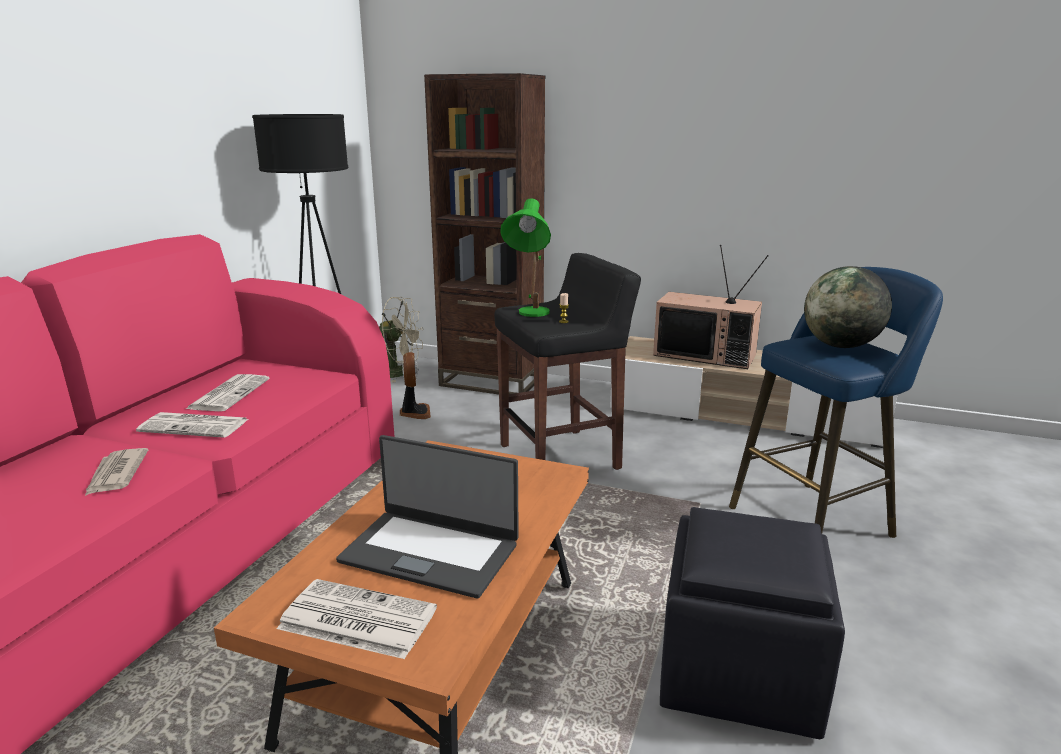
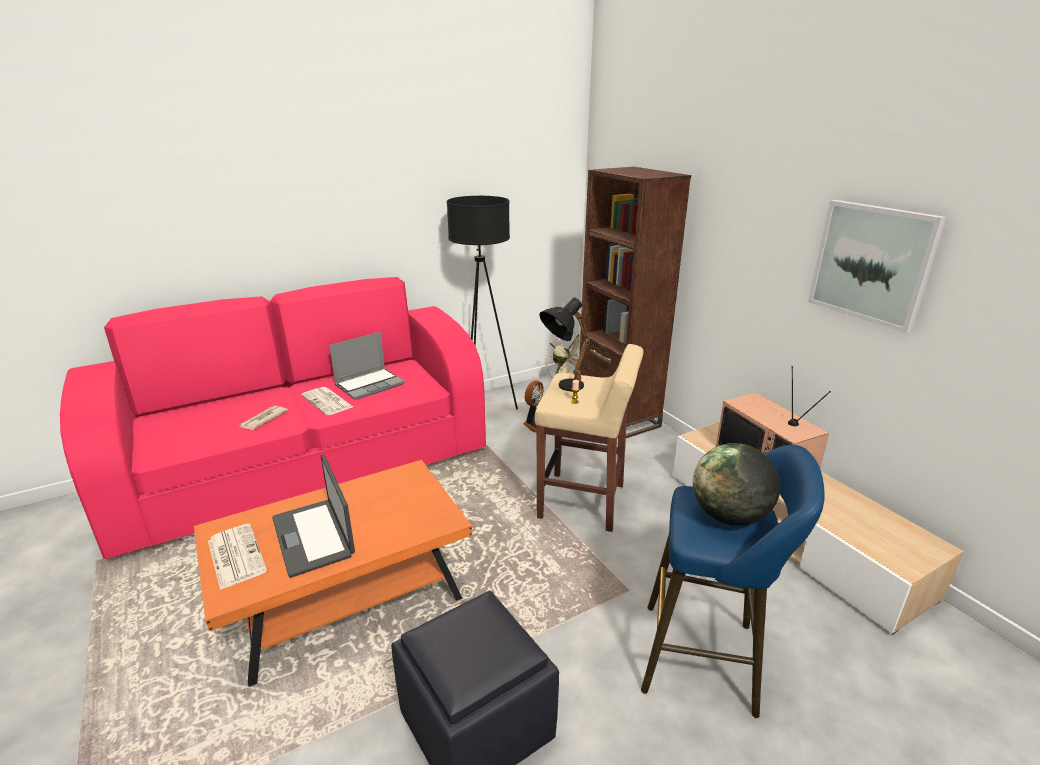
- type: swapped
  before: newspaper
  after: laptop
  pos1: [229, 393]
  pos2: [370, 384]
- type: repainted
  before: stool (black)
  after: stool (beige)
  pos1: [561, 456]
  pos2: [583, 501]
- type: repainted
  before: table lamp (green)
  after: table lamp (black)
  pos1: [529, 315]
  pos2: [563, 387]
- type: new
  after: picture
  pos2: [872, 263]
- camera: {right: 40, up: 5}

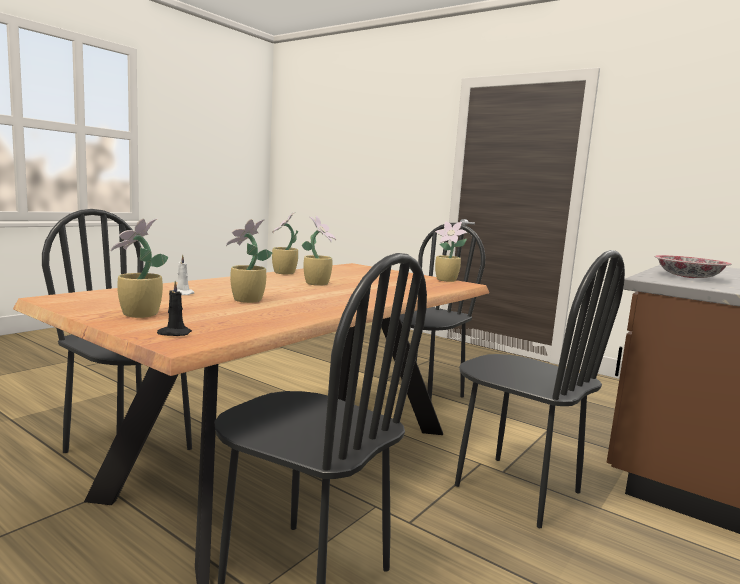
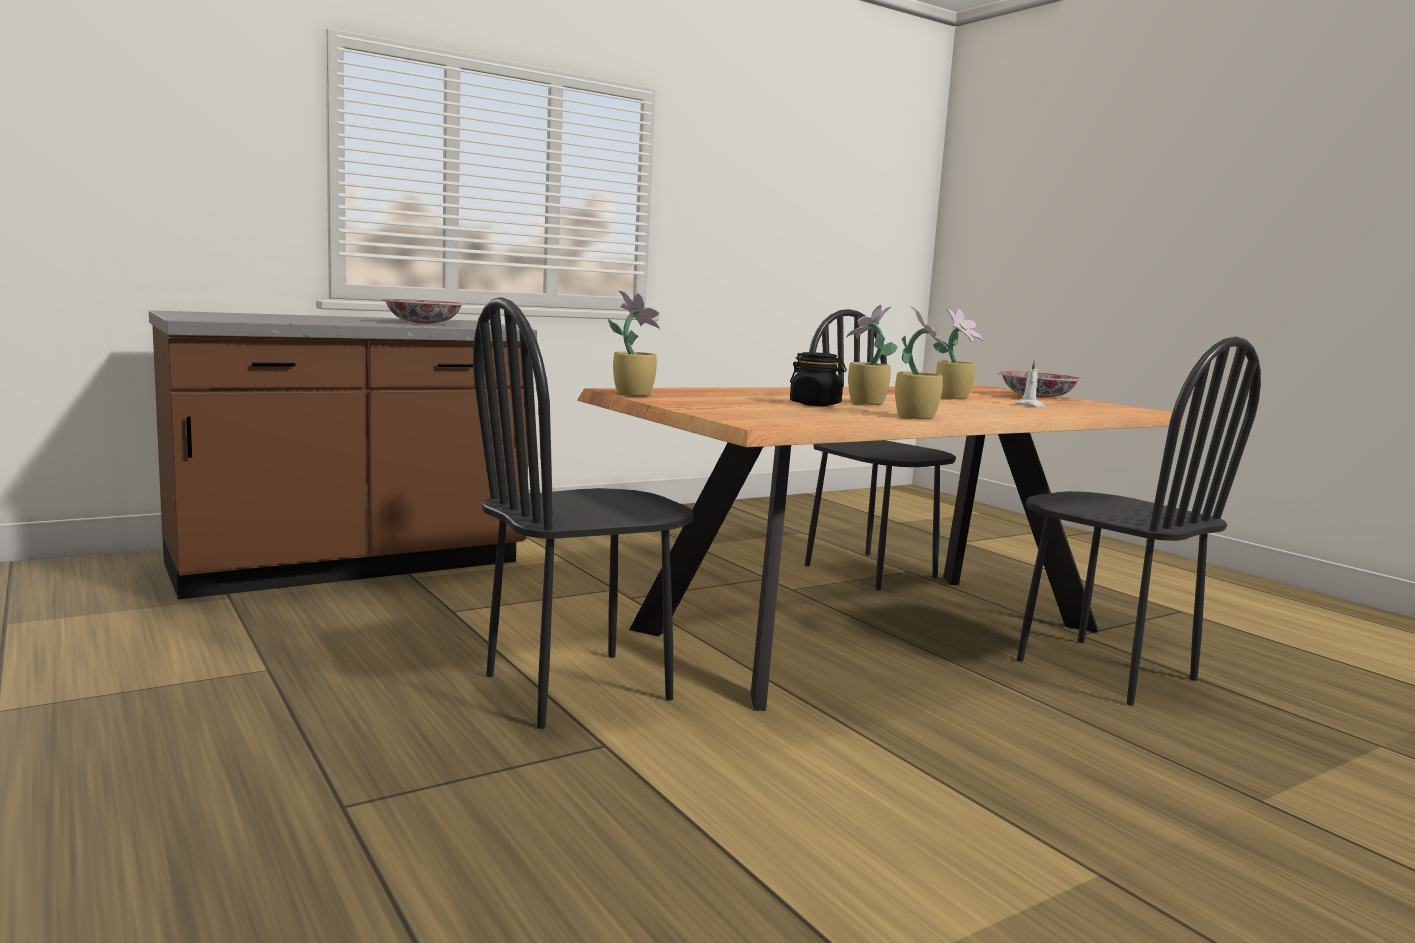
- type: swapped
  before: potted plant
  after: bowl
  pos1: [139, 315]
  pos2: [1037, 397]
- type: gone
  before: candle (black)
  pos1: [173, 333]
- type: gone
  before: chair (black)
  pos1: [517, 489]
- type: new
  after: jar (black)
  pos2: [815, 404]
- camera: {right: -160, up: 0}

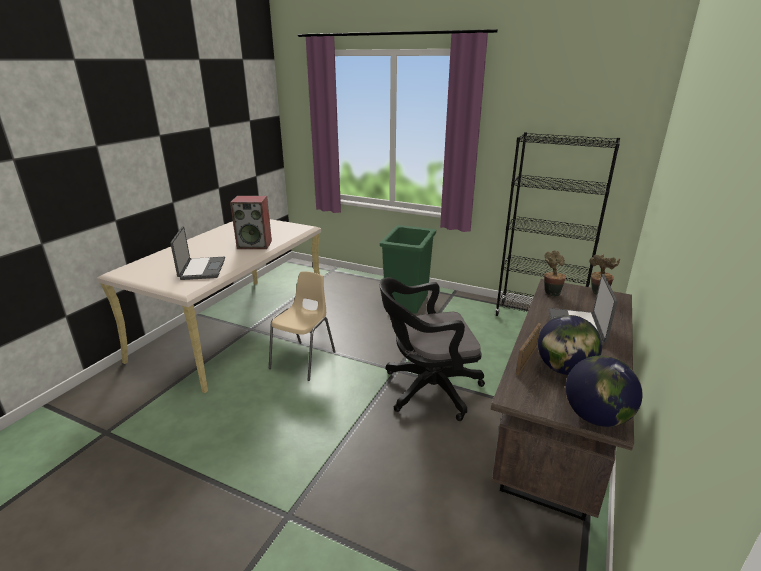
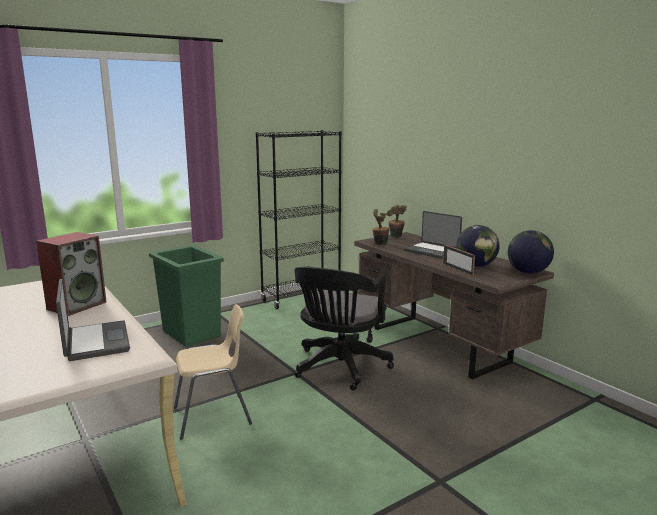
- type: rotated
  before: laptop
  pos1: [201, 269]
  pos2: [95, 342]
  turn: 45
- type: rotated
  before: chair (beige)
  pos1: [304, 360]
  pos2: [213, 416]
  turn: 105
- camera: {right: -60, up: -10}

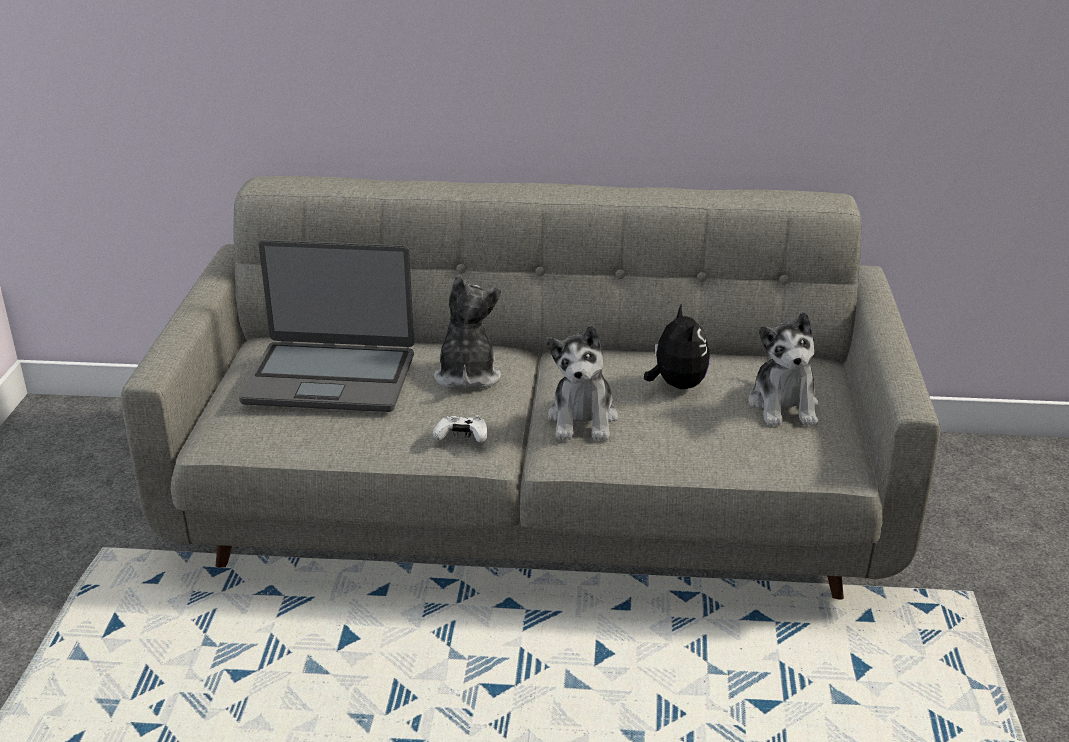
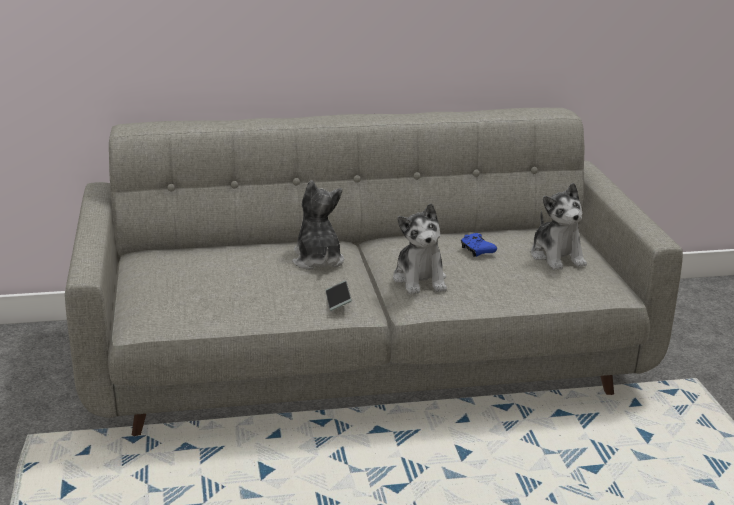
- type: gone
  before: laptop
  pos1: [330, 378]
- type: swapped
  before: game controller (white)
  after: phone
  pos1: [462, 437]
  pos2: [338, 300]
- type: swapped
  before: plush toy
  after: game controller (blue)
  pos1: [676, 385]
  pos2: [476, 251]
- camera: {right: -15, up: -5}

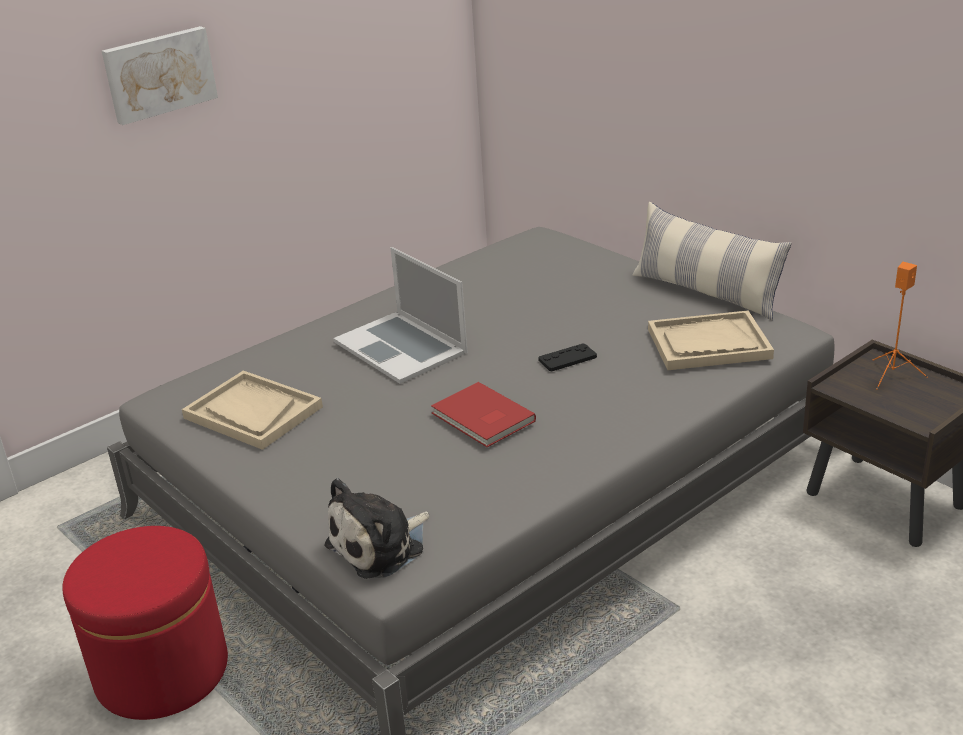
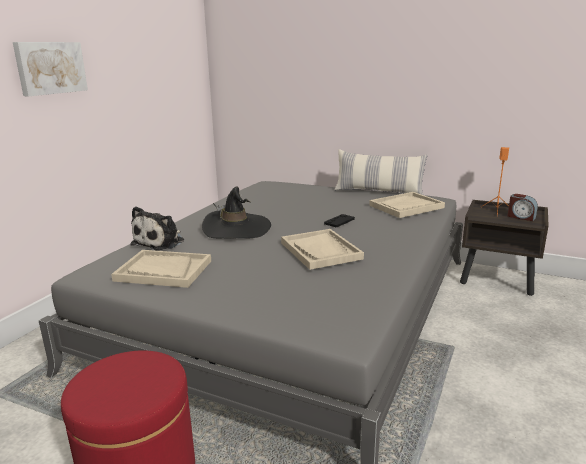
- type: shifted
  before: plush toy
  pos1: [380, 546]
  pos2: [161, 242]
- type: swapped
  before: laptop
  after: hat (black)
  pos1: [401, 347]
  pos2: [236, 228]
- type: swapped
  before: book (red)
  after: tray (beige)
  pos1: [482, 418]
  pos2: [321, 251]
- type: new
  after: alarm clock
  pos2: [521, 217]
- camera: {right: -25, up: -10}

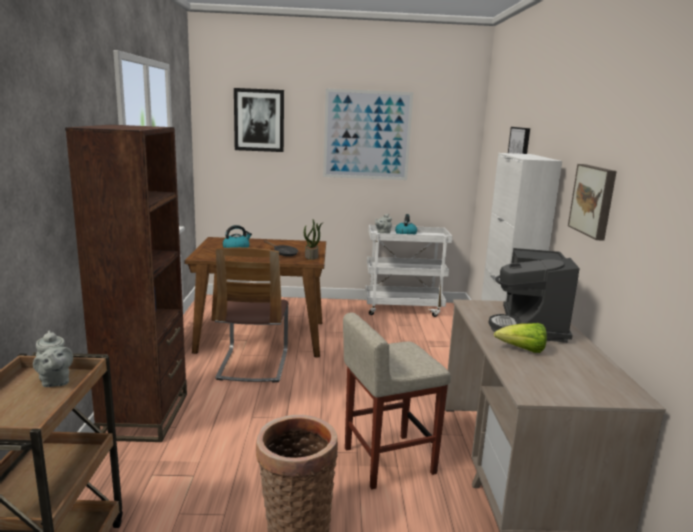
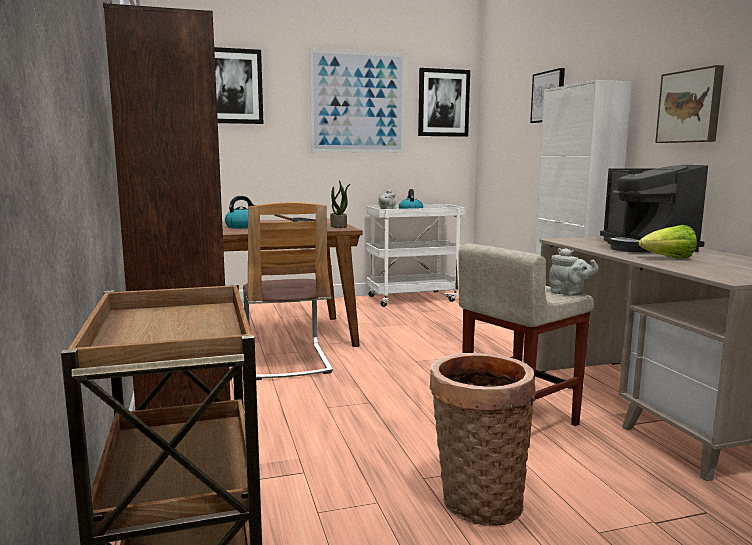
- type: shifted
  before: teapot (grey)
  pos1: [55, 382]
  pos2: [569, 294]
- type: new
  after: picture
  pos2: [443, 103]
- camera: {right: -15, up: -5}

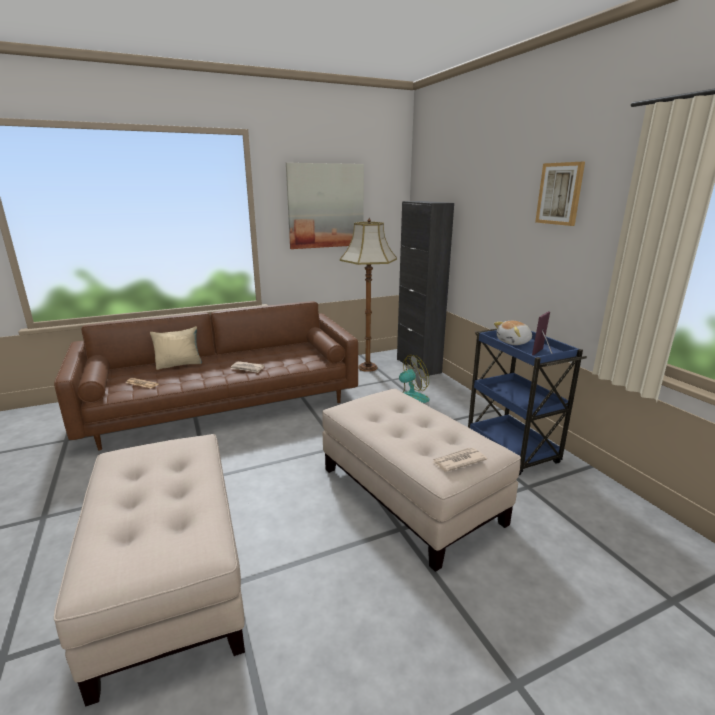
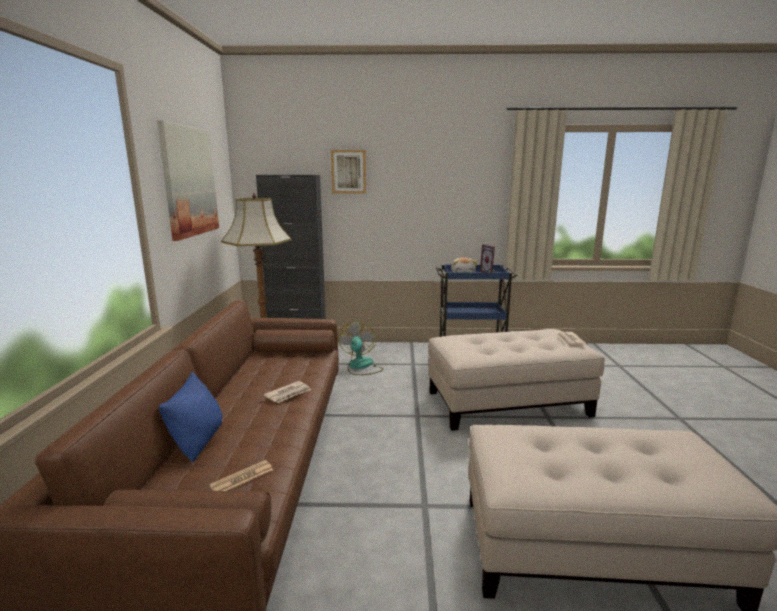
- type: repainted
  before: pillow (beige)
  after: pillow (blue)
  pos1: [179, 364]
  pos2: [197, 441]
- type: shifted
  before: picture
  pos1: [560, 194]
  pos2: [348, 171]
- camera: {right: -65, up: -5}

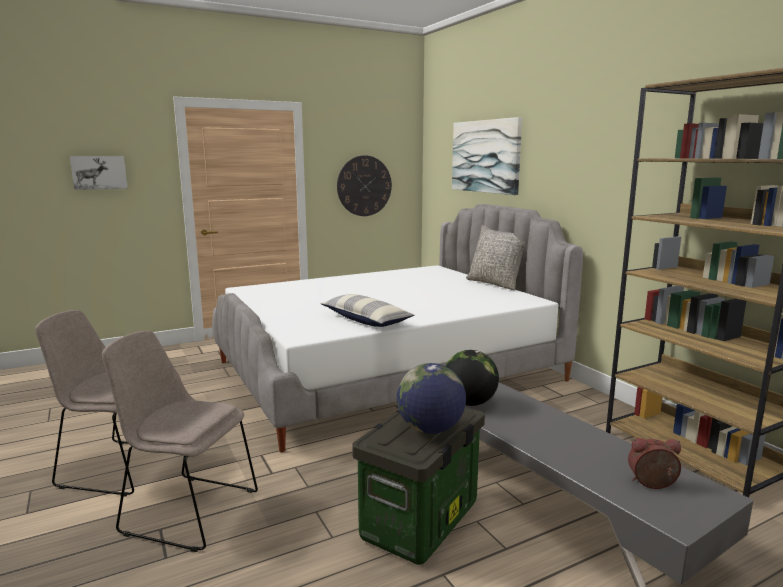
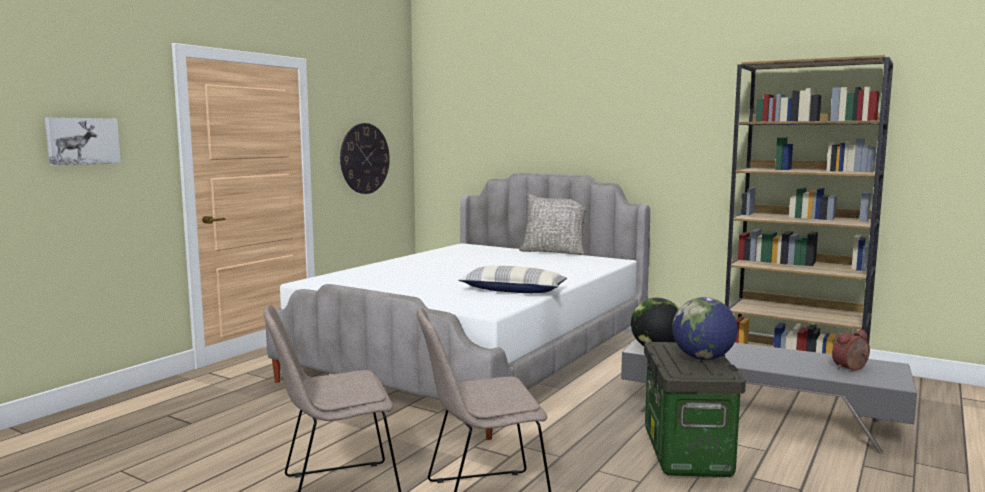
- type: gone
  before: picture
  pos1: [485, 156]
- camera: {right: -30, up: -5}

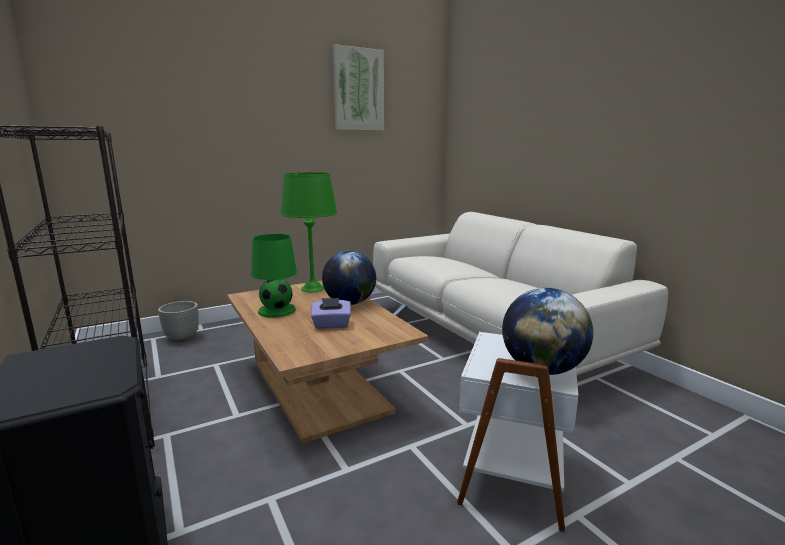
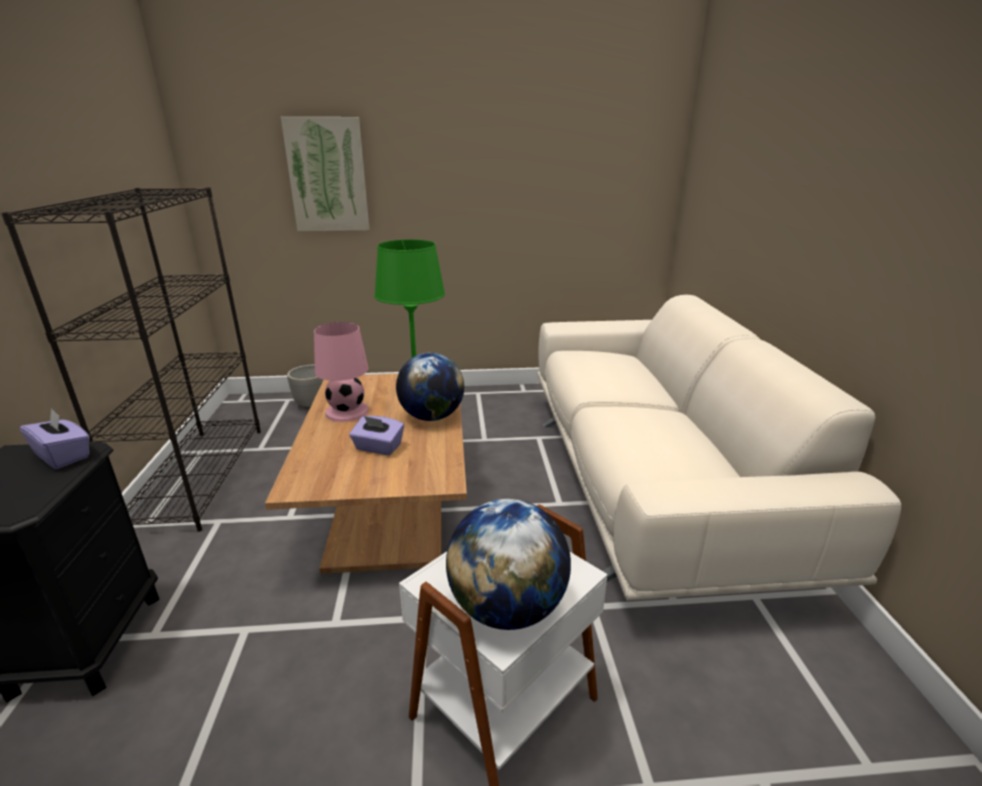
- type: repainted
  before: table lamp (green)
  after: table lamp (pink)
  pos1: [276, 310]
  pos2: [346, 411]
- type: shifted
  before: picture
  pos1: [358, 90]
  pos2: [327, 175]
- type: new
  after: tissue box (purple)
  pos2: [64, 455]
- camera: {right: 25, up: 10}

